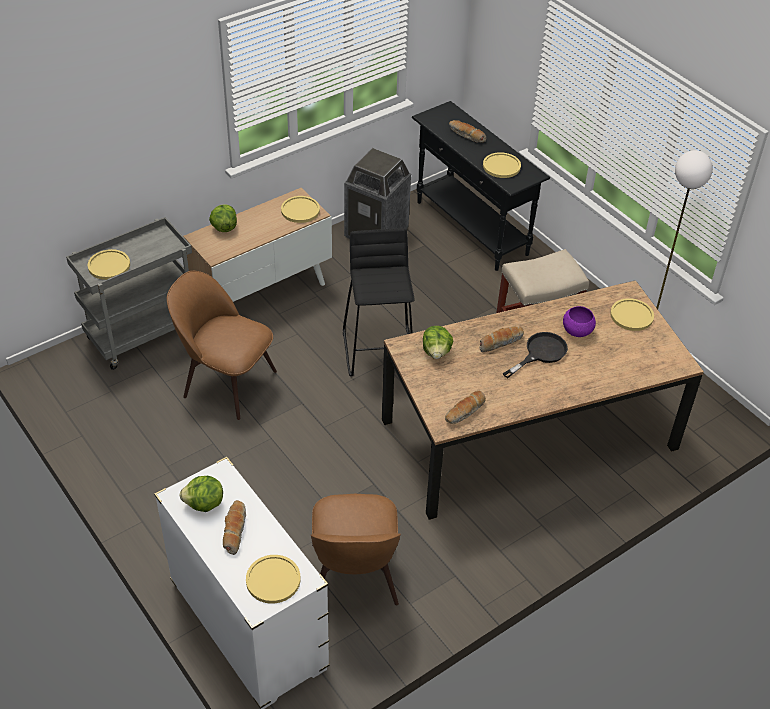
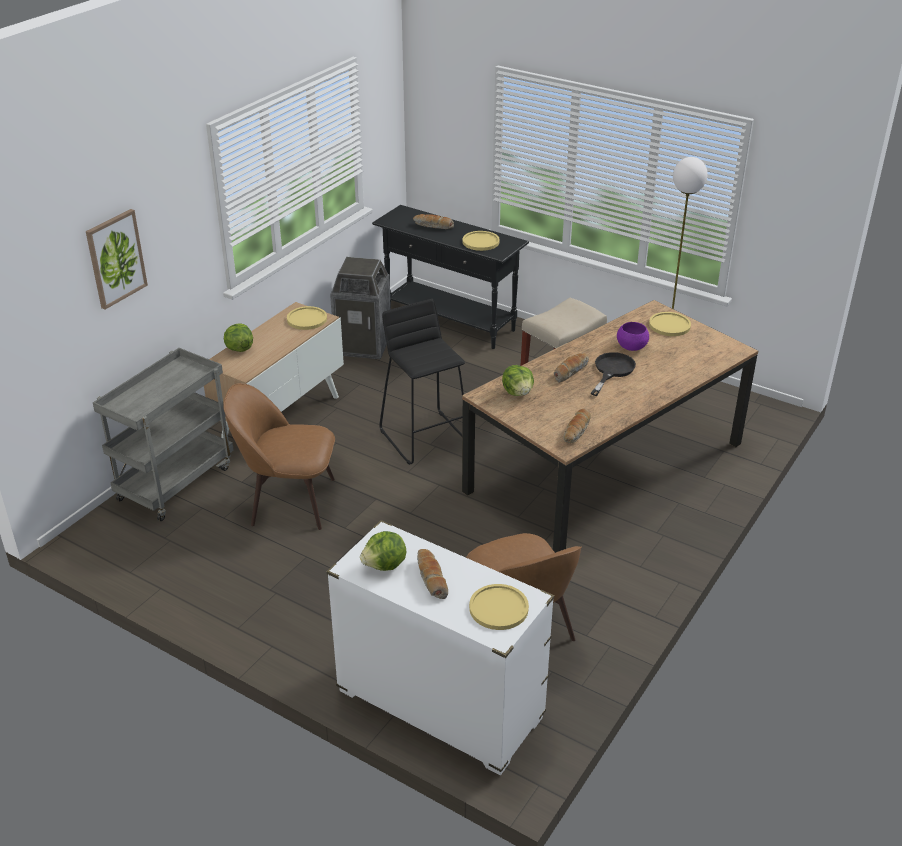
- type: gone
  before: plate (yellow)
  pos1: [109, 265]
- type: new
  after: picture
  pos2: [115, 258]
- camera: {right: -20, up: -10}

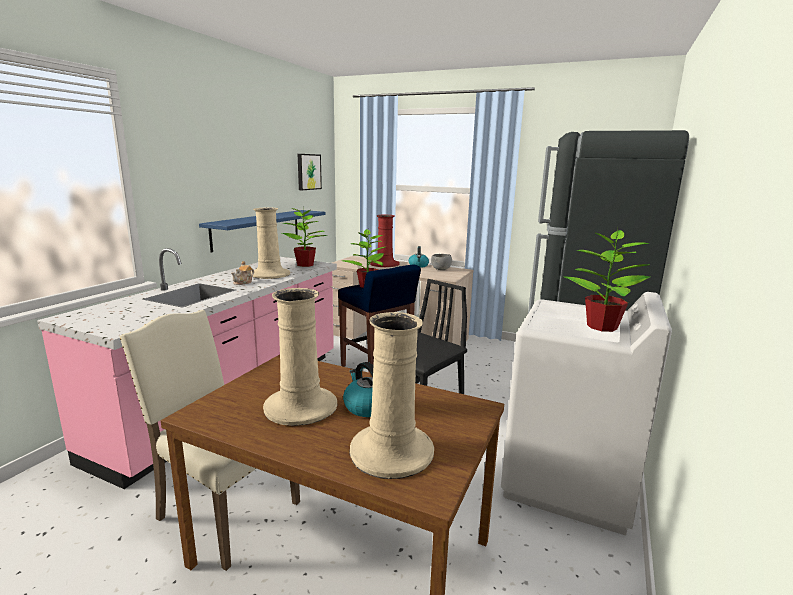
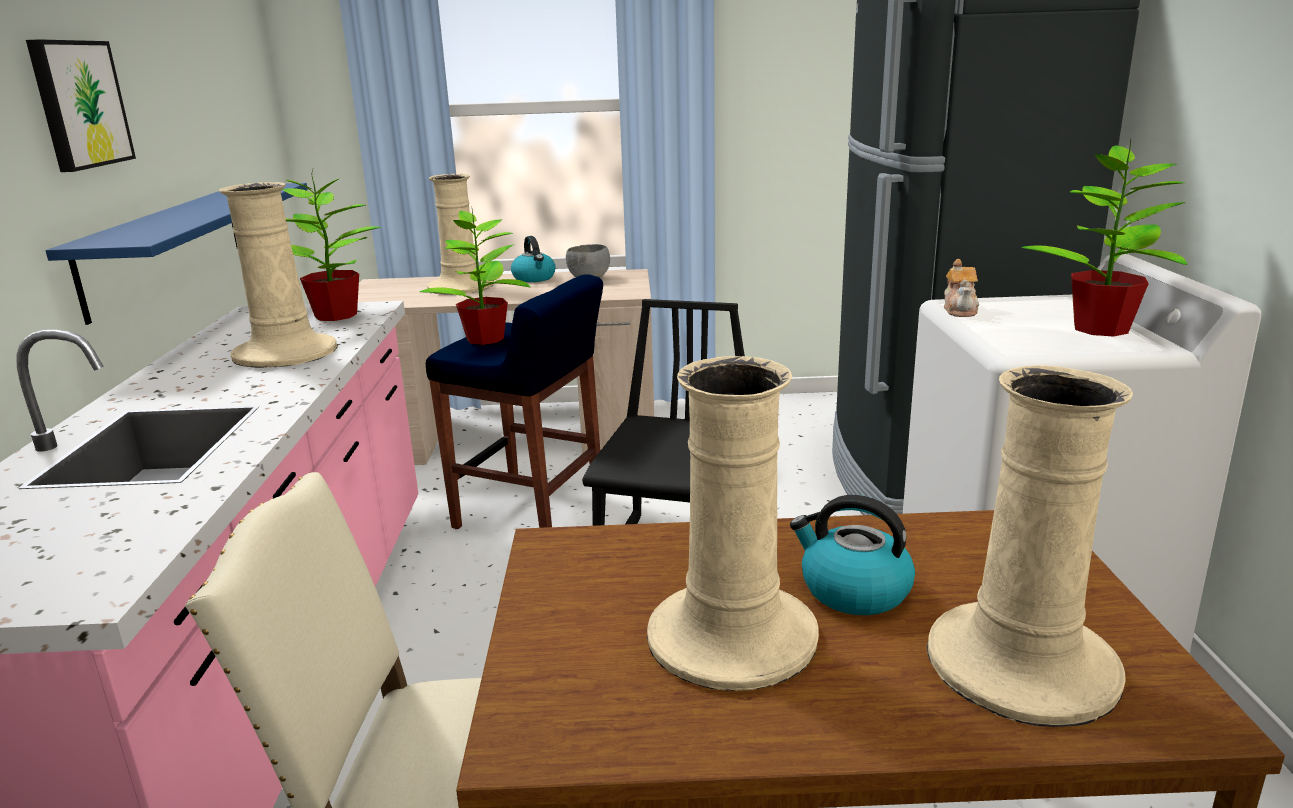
- type: shifted
  before: teapot
  pos1: [243, 282]
  pos2: [960, 310]
- type: shifted
  before: picture
  pos1: [308, 172]
  pos2: [79, 104]
- type: repainted
  before: vase (red)
  after: vase (beige)
  pos1: [384, 264]
  pos2: [461, 286]
- camera: {right: -25, up: 5}

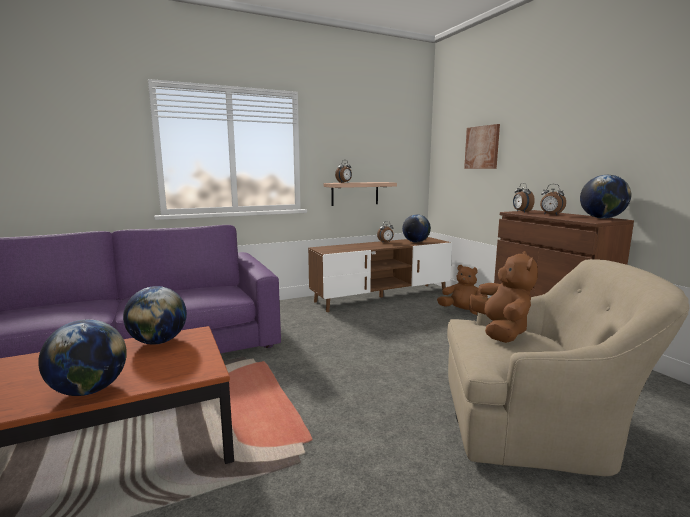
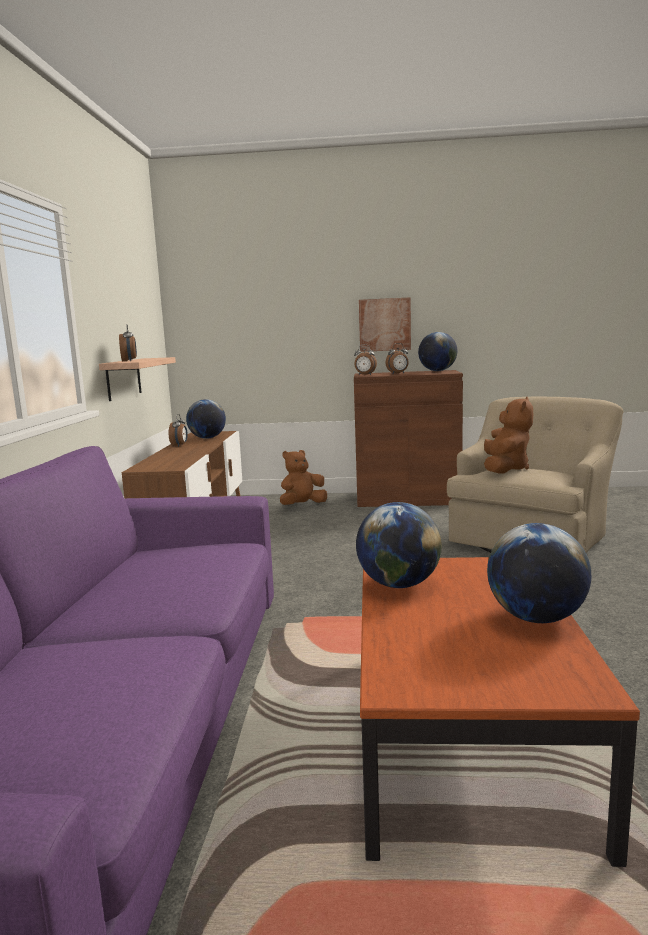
- type: shifted
  before: picture
  pos1: [482, 147]
  pos2: [384, 324]
- type: rotated
  before: plush toy (brown)
  pos1: [501, 331]
  pos2: [505, 469]
  turn: 75
- camera: {right: -60, up: 0}

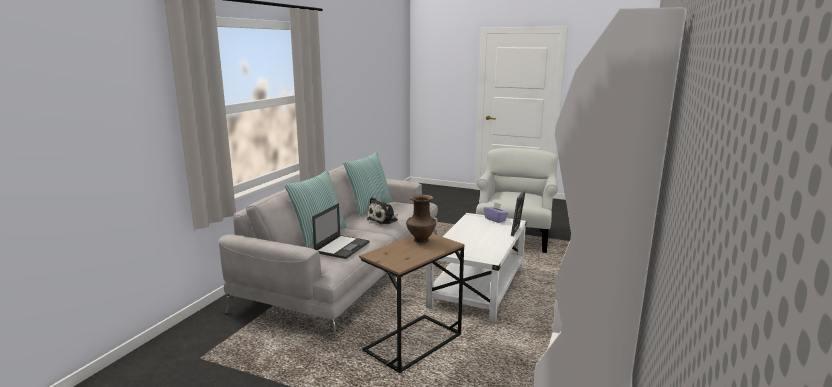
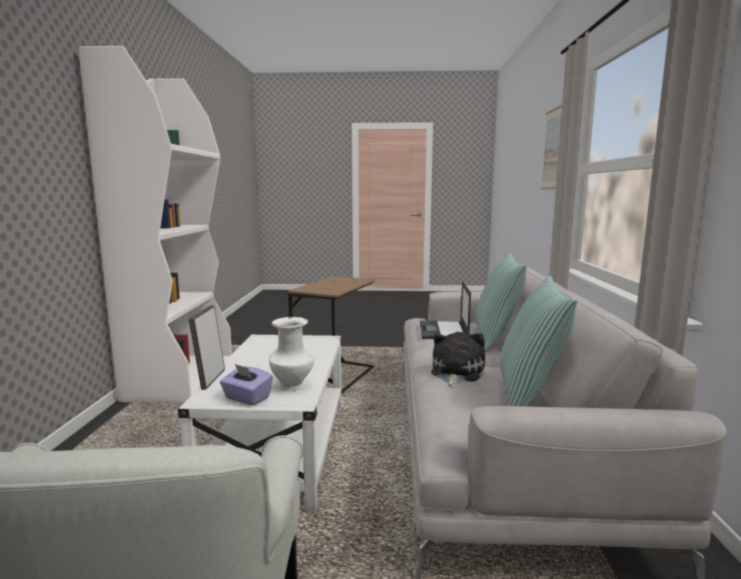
- type: gone
  before: vase (brown)
  pos1: [420, 240]
- type: new
  after: vase (white)
  pos2: [293, 386]
- type: new
  after: picture
  pos2: [553, 149]
- camera: {right: 160, up: -5}

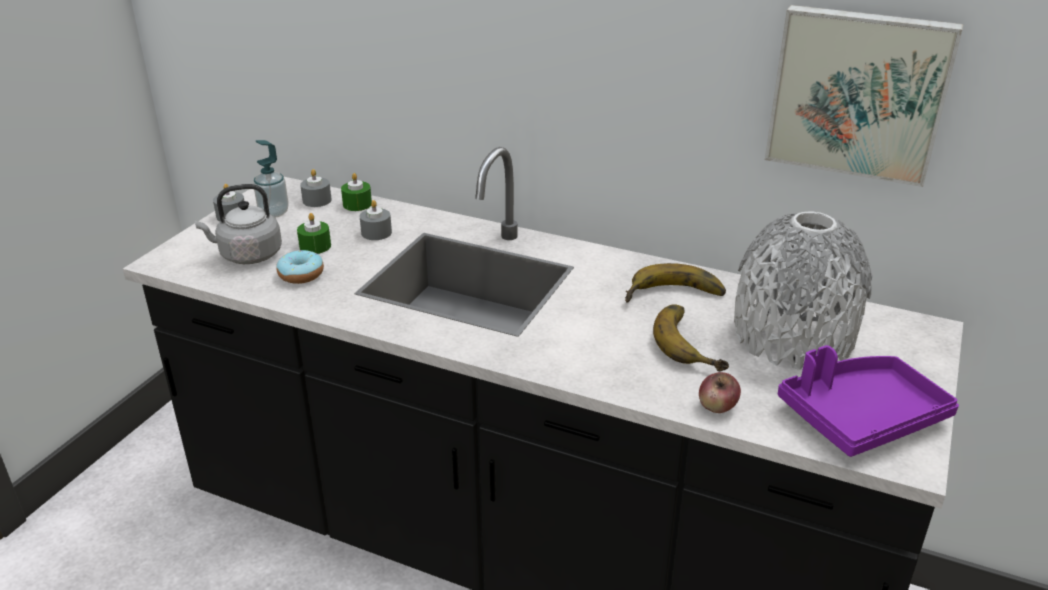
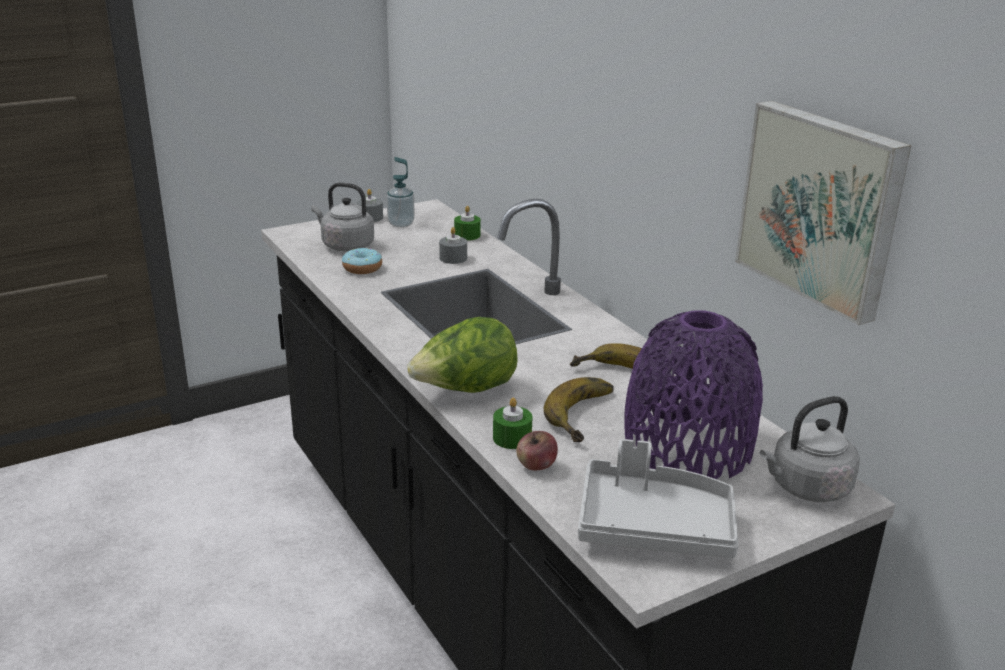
- type: shifted
  before: candle (green)
  pos1: [315, 246]
  pos2: [512, 438]
- type: gone
  before: candle (grey)
  pos1: [317, 200]
- type: repainted
  before: vase (grey)
  after: vase (purple)
  pos1: [793, 337]
  pos2: [688, 446]
- type: repainted
  before: tray (purple)
  after: tray (grey)
  pos1: [861, 416]
  pos2: [654, 526]
- type: new
  after: lettuce
  pos2: [465, 390]
- type: new
  after: kettle (grey)
  pos2: [806, 488]
- camera: {right: 35, up: -5}

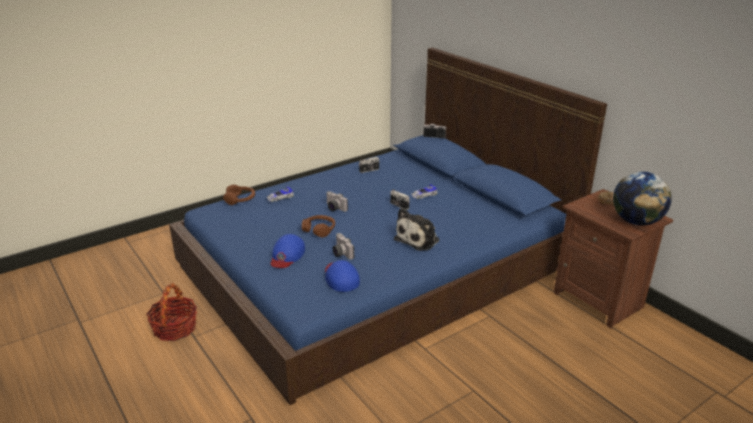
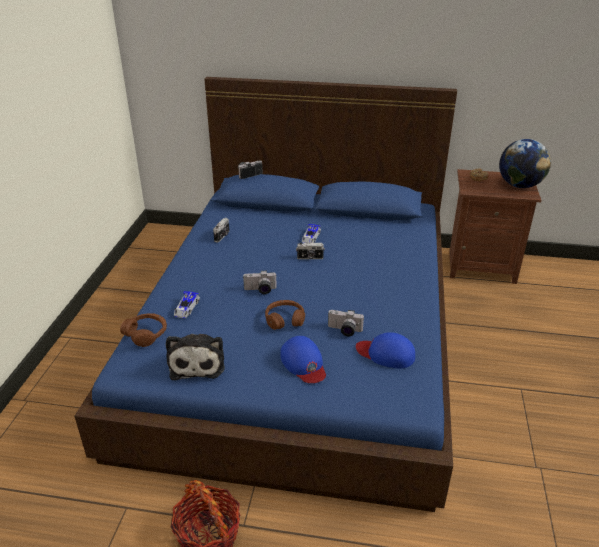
- type: shifted
  before: plush toy
  pos1: [419, 239]
  pos2: [197, 362]
- camera: {right: -45, up: 5}

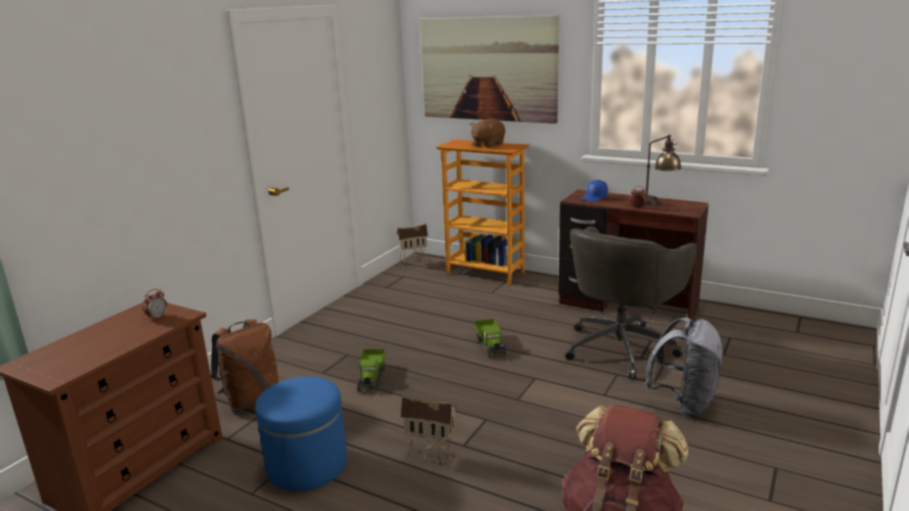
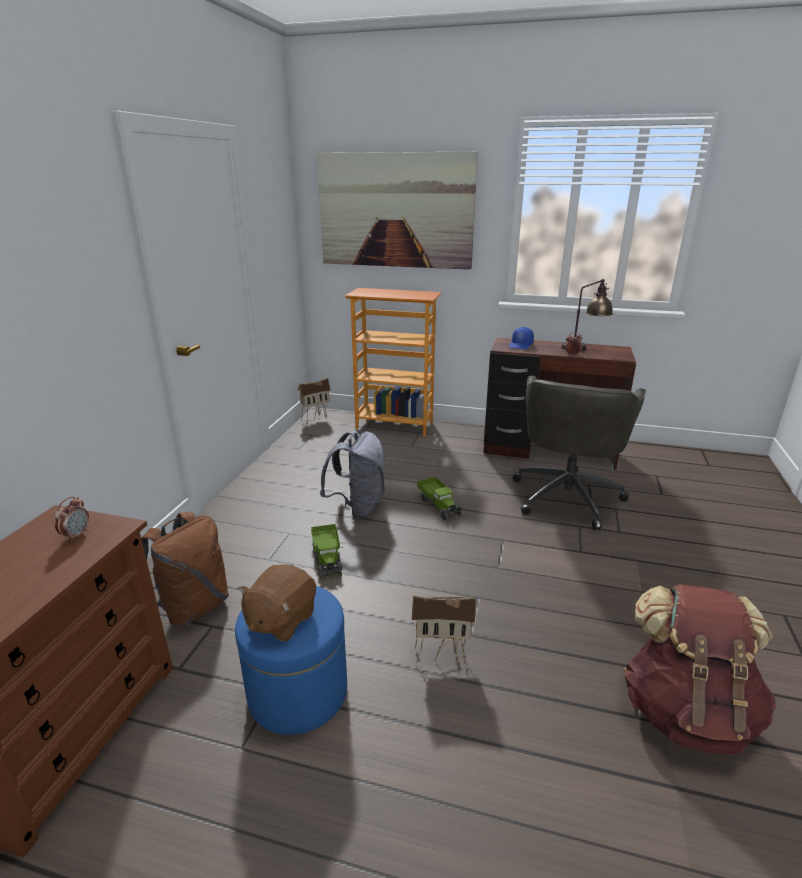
- type: shifted
  before: plush toy (brown)
  pos1: [487, 145]
  pos2: [281, 620]
- type: shifted
  before: backpack (grey)
  pos1: [684, 403]
  pos2: [358, 507]
- camera: {right: -15, up: 5}

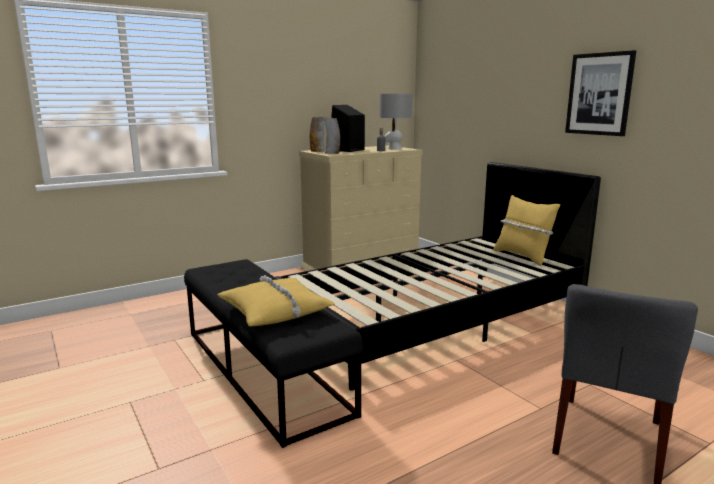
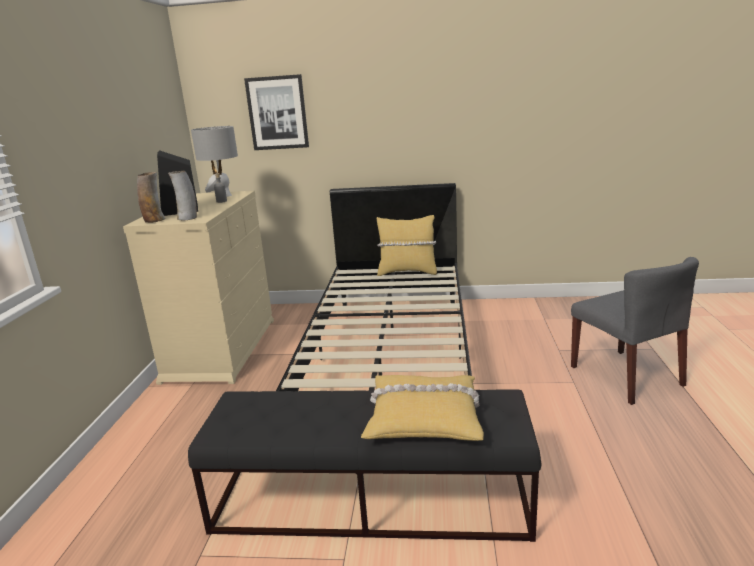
- type: shifted
  before: picture
  pos1: [599, 94]
  pos2: [277, 113]
- camera: {right: -50, up: 5}

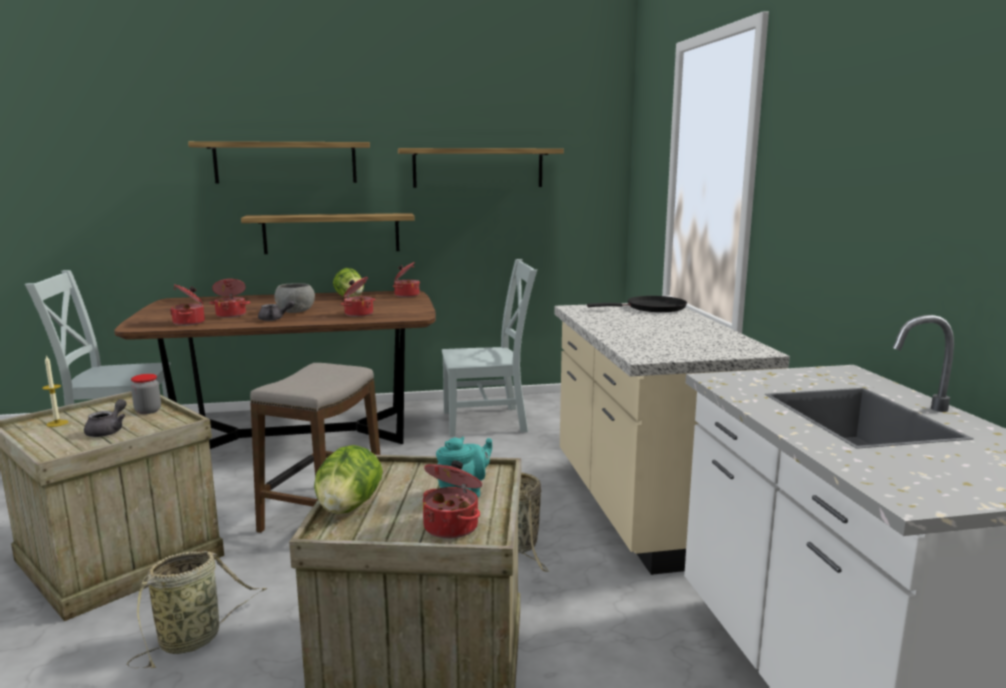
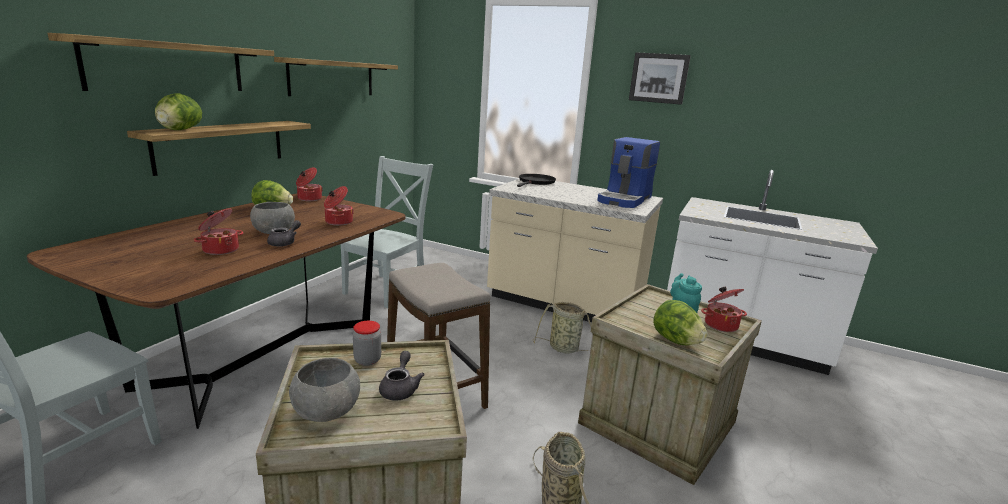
- type: swapped
  before: candle
  after: bowl (grey)
  pos1: [57, 423]
  pos2: [326, 411]
- type: rotated
  before: teapot (grey)
  pos1: [108, 431]
  pos2: [400, 388]
  turn: 45
- type: gone
  before: cooking pot
  pos1: [190, 322]
- type: new
  after: lettuce
  pos2: [179, 130]
- type: new
  after: coffee machine
  pos2: [625, 199]
- type: new
  after: picture
  pos2: [659, 78]
- camera: {right: -55, up: 5}

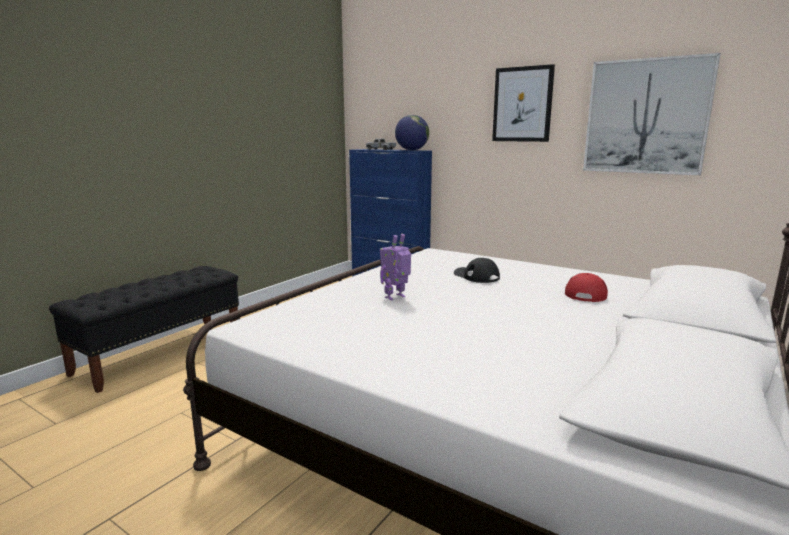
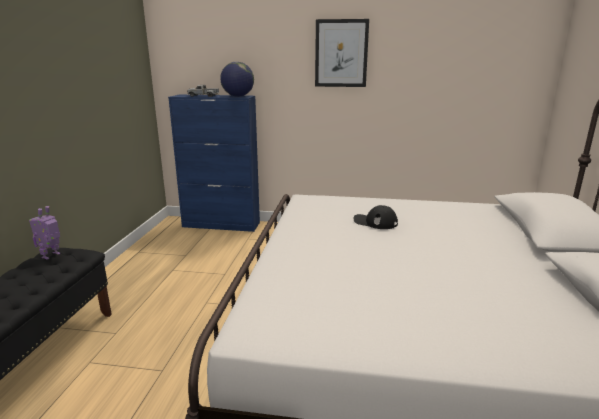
- type: shifted
  before: toy robot
  pos1: [395, 297]
  pos2: [51, 256]
- type: gone
  before: cap (red)
  pos1: [586, 293]
- type: gone
  before: picture
  pos1: [646, 117]
- camera: {right: -25, up: 5}

